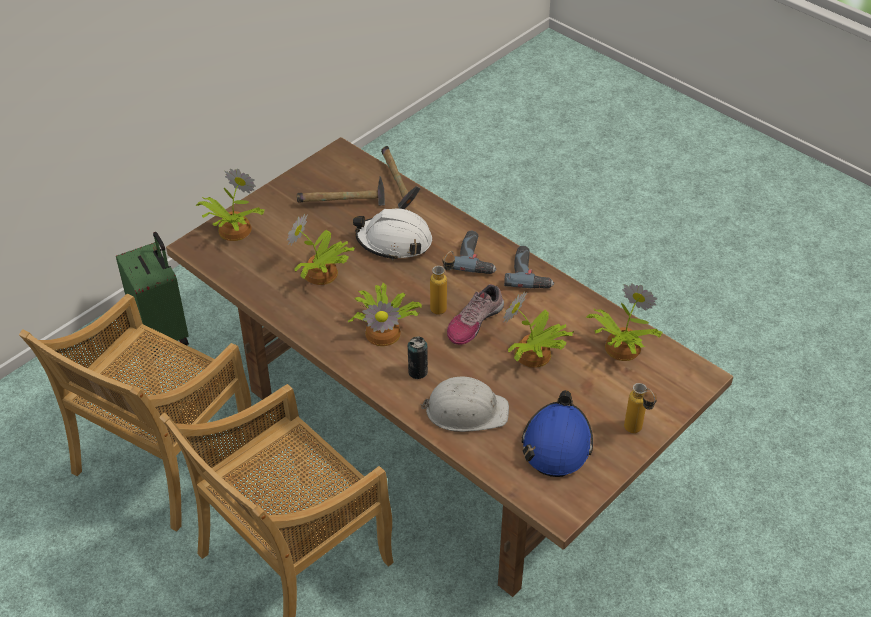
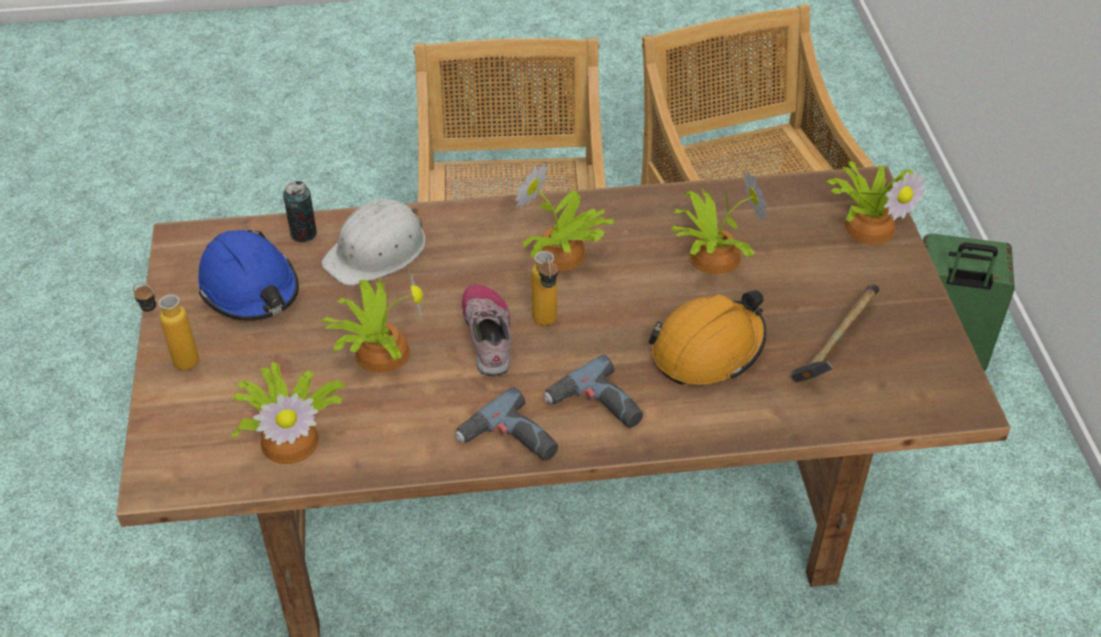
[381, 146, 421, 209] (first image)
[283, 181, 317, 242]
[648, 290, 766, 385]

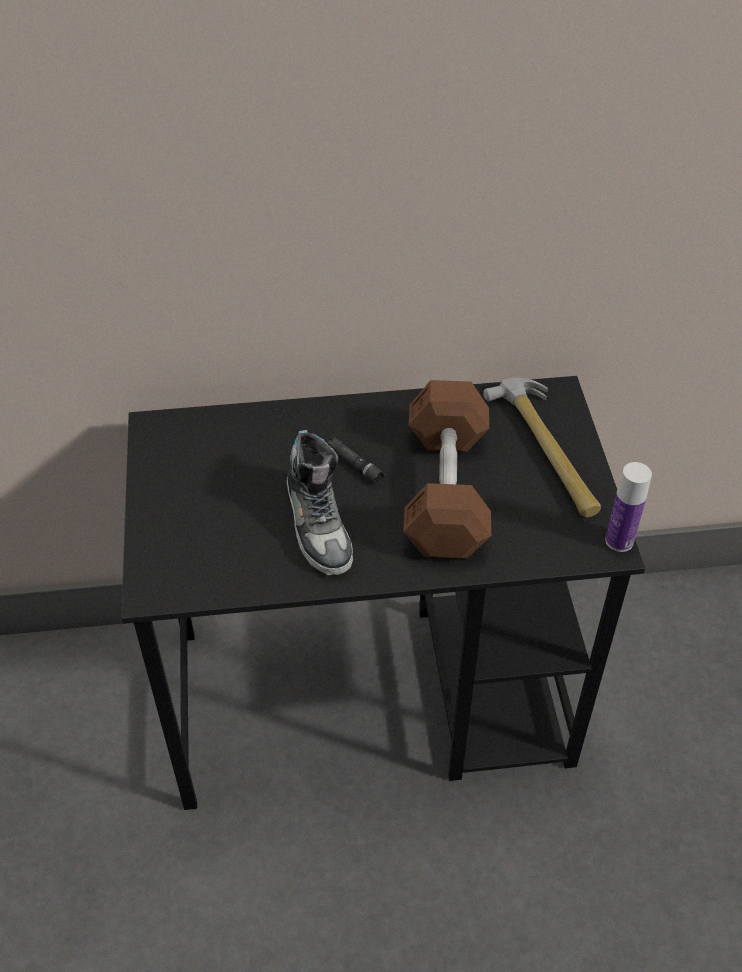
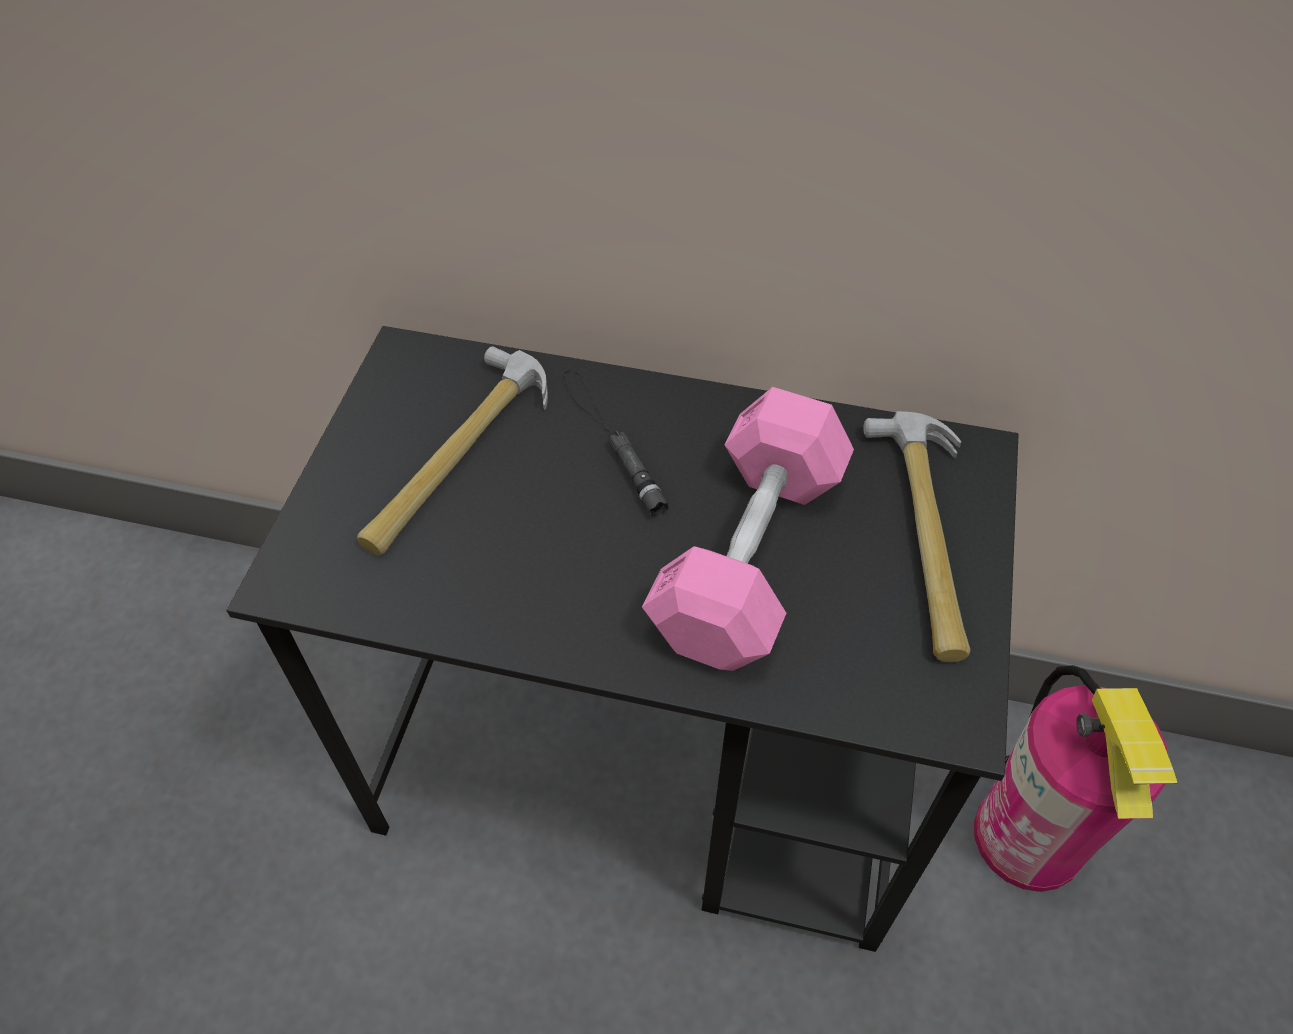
[287, 430, 353, 576] (first image)
[605, 462, 652, 552] (first image)
[357, 347, 548, 555]
[974, 665, 1177, 892]
[642, 387, 854, 671]

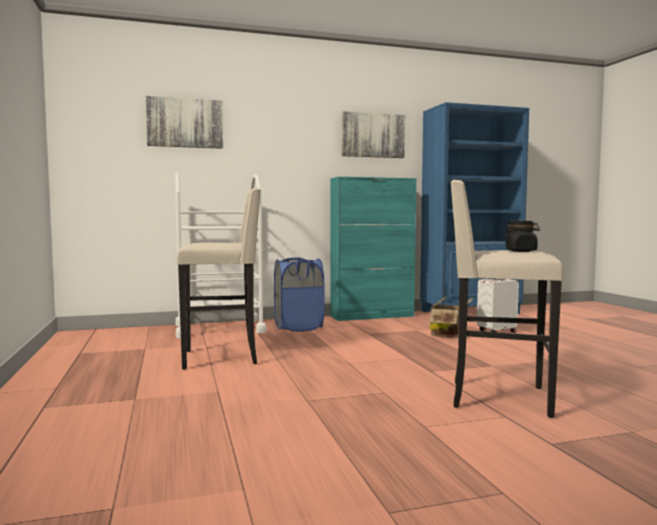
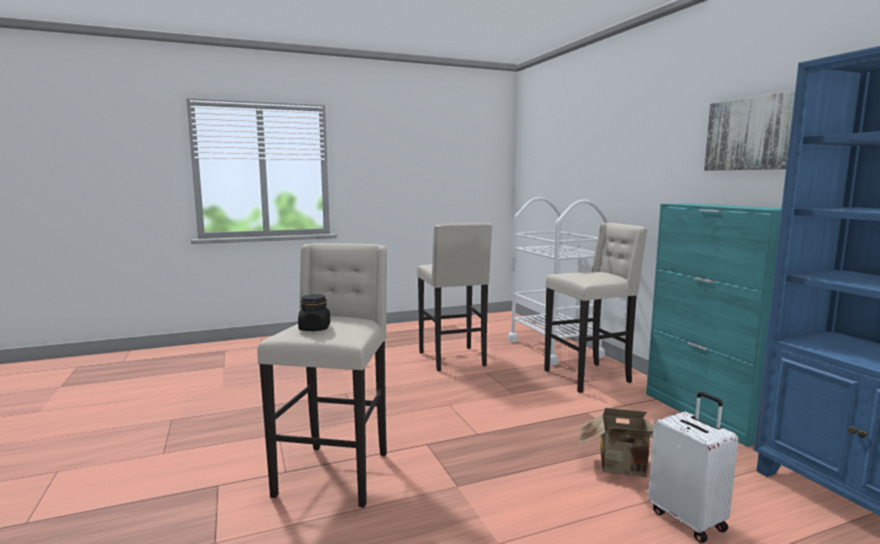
[146, 96, 223, 149] (first image)
[544, 223, 648, 393]

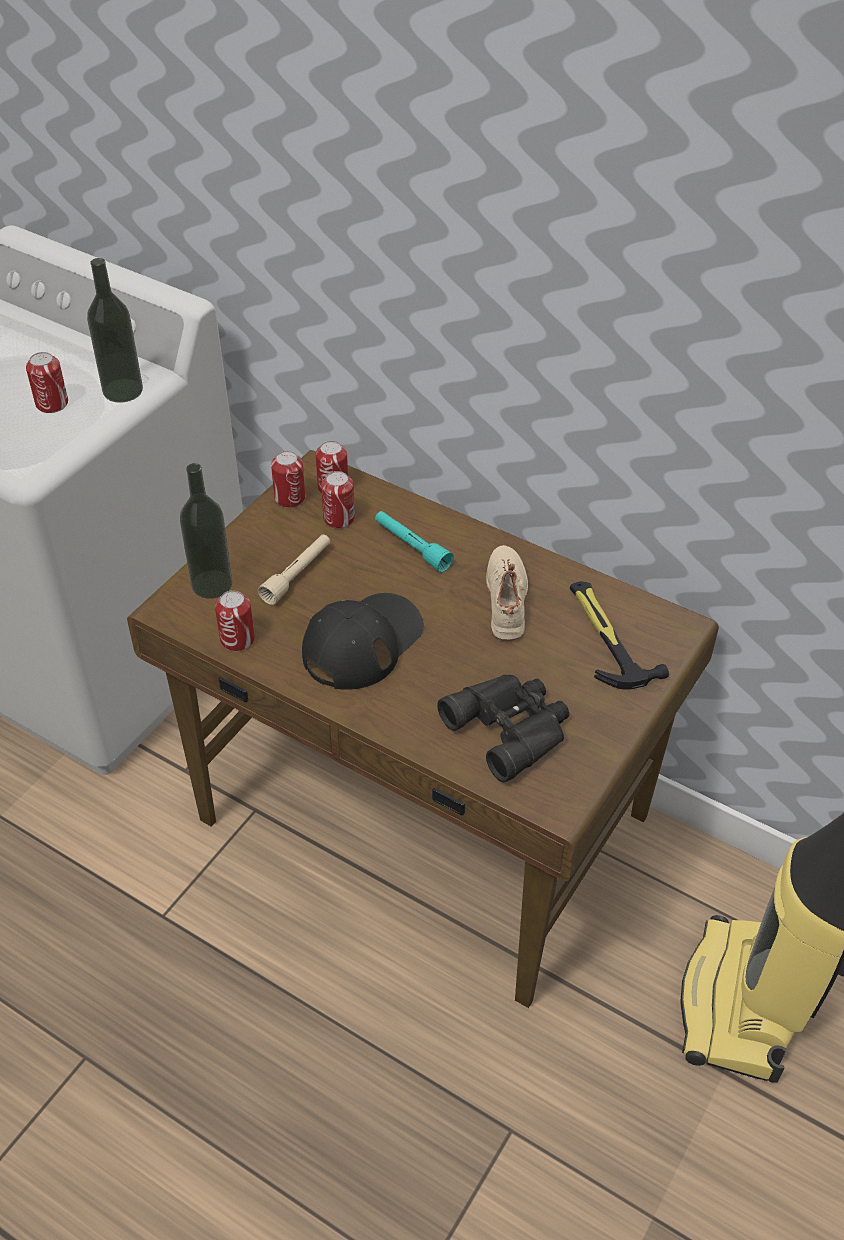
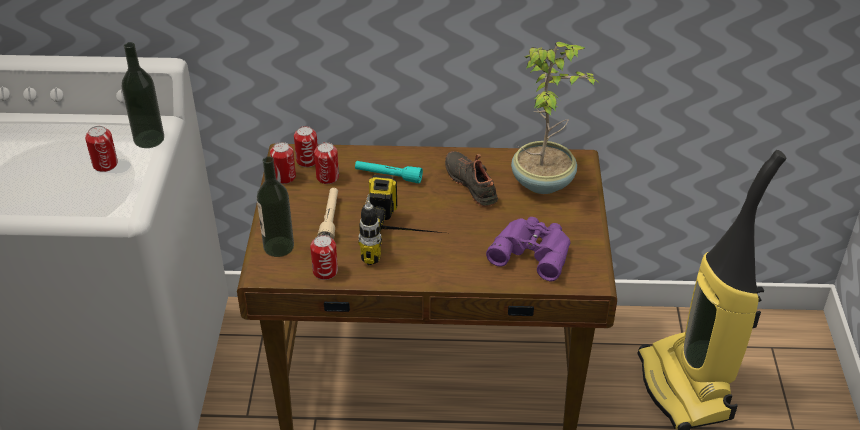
[359, 175, 444, 265]
[511, 42, 600, 194]
[486, 217, 570, 281]
[445, 151, 498, 207]

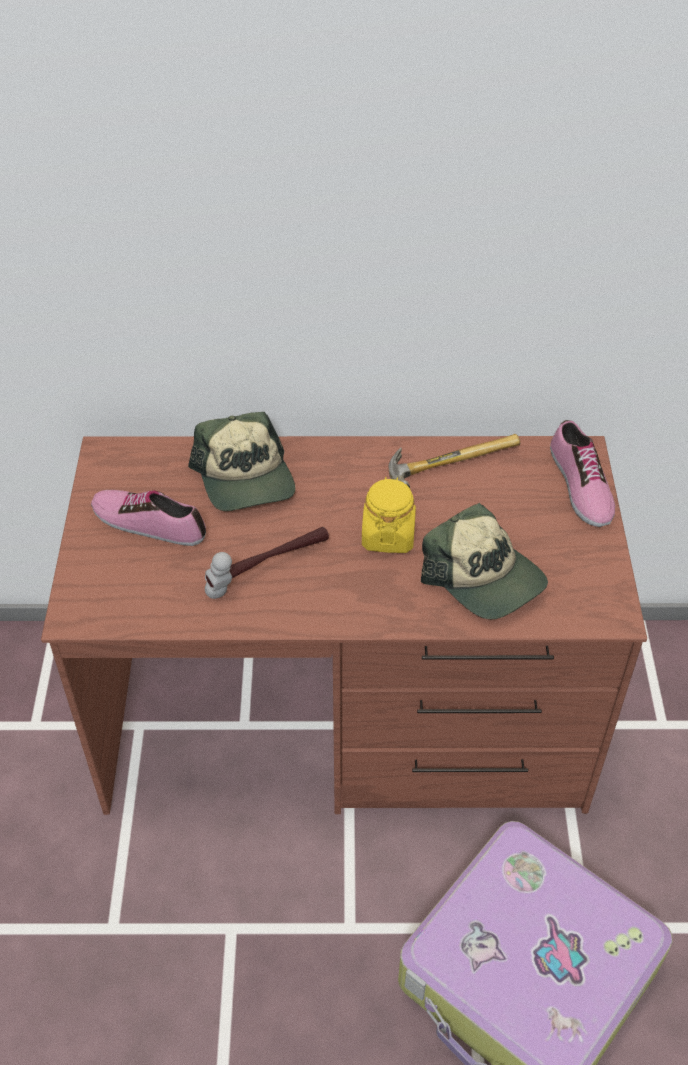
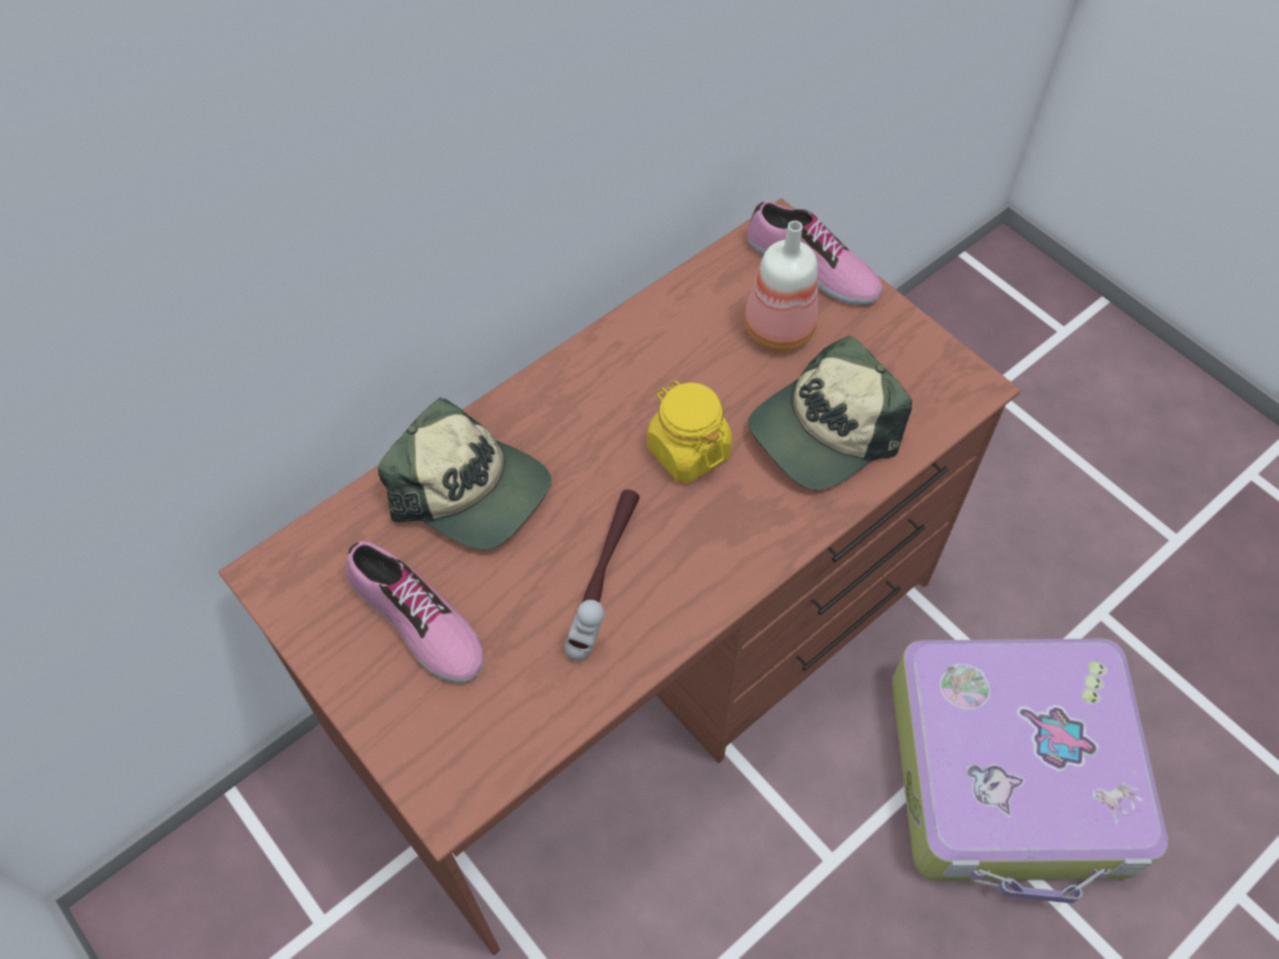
[389, 434, 520, 488] (first image)
[744, 221, 818, 351]
[346, 541, 484, 683]
[748, 336, 912, 490]

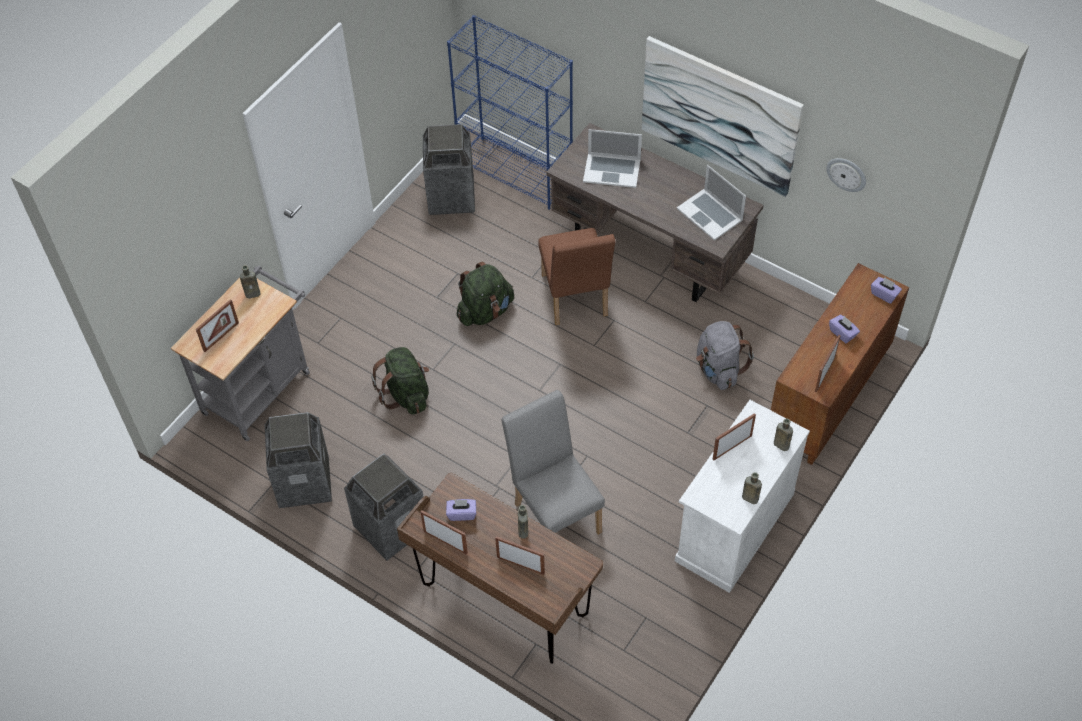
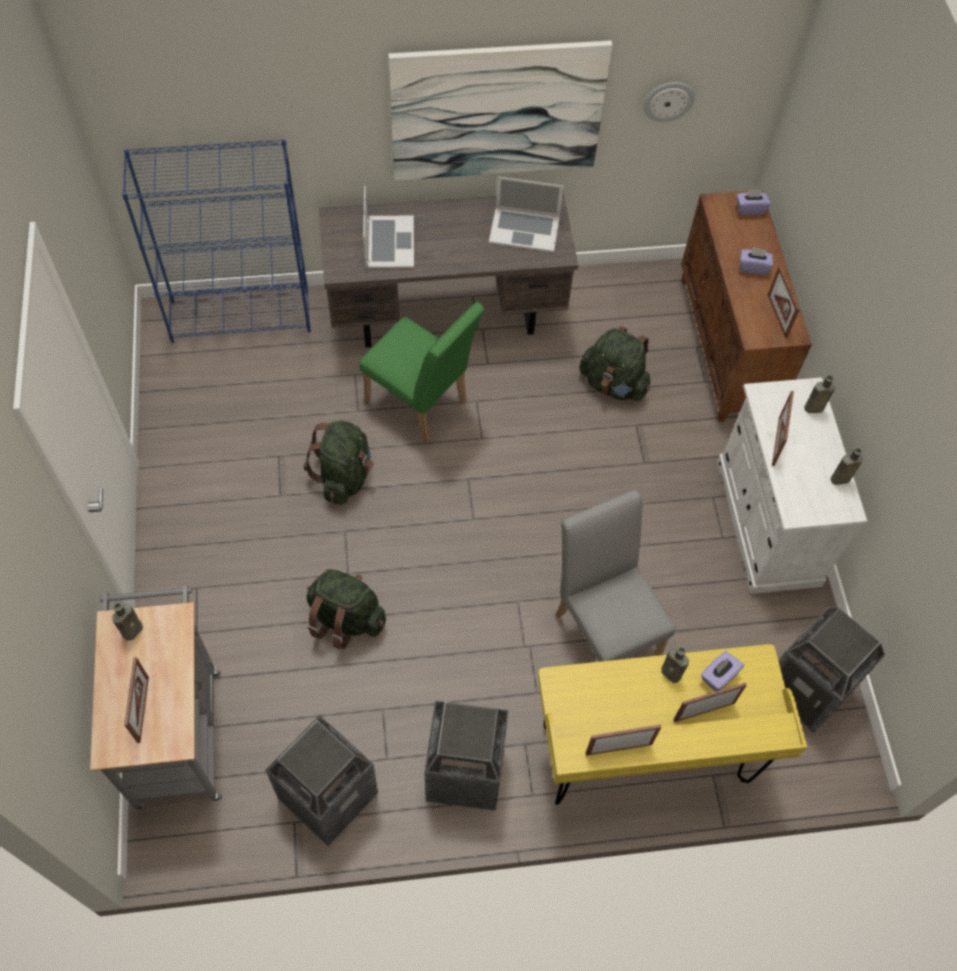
[779, 607, 886, 733]
[701, 651, 744, 692]
[538, 644, 807, 805]
[359, 302, 485, 443]
[579, 326, 650, 401]
[555, 489, 676, 662]
[363, 186, 414, 268]

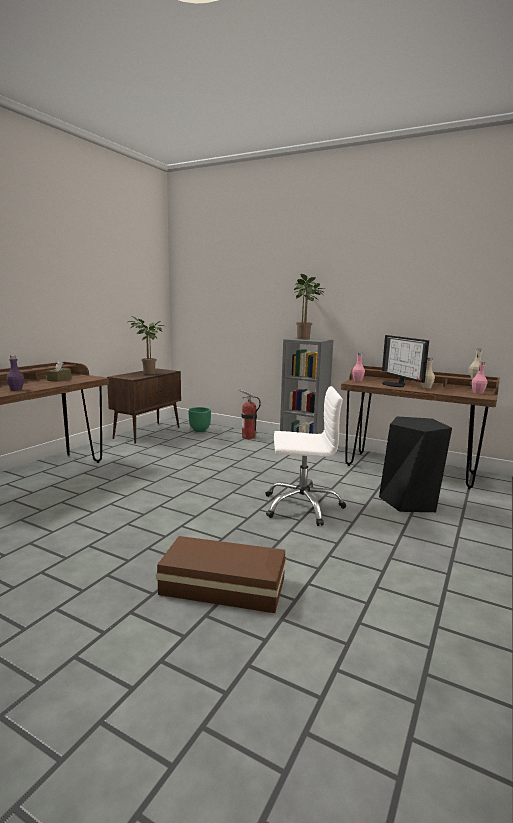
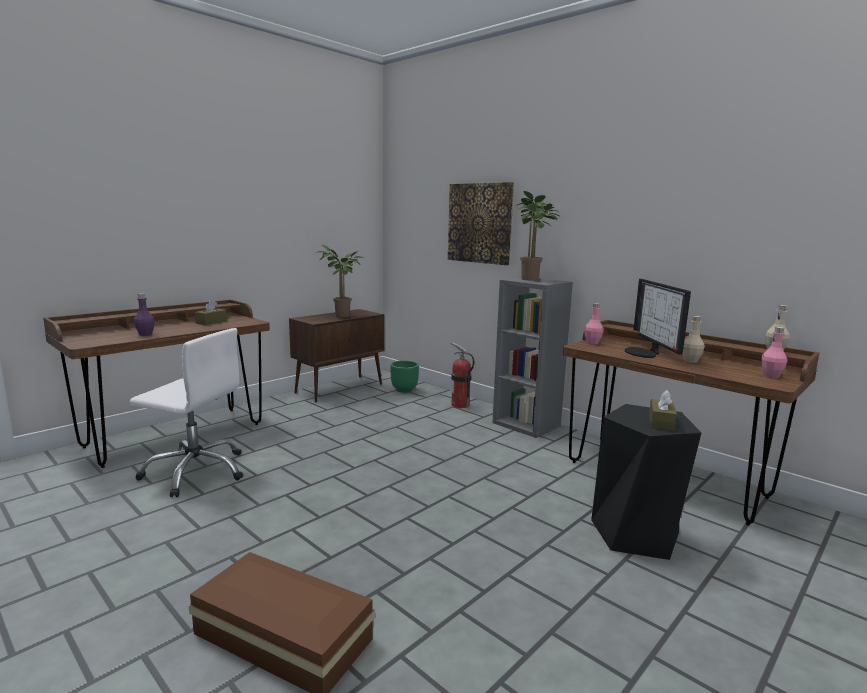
[448, 182, 514, 265]
[649, 390, 677, 431]
[130, 328, 243, 497]

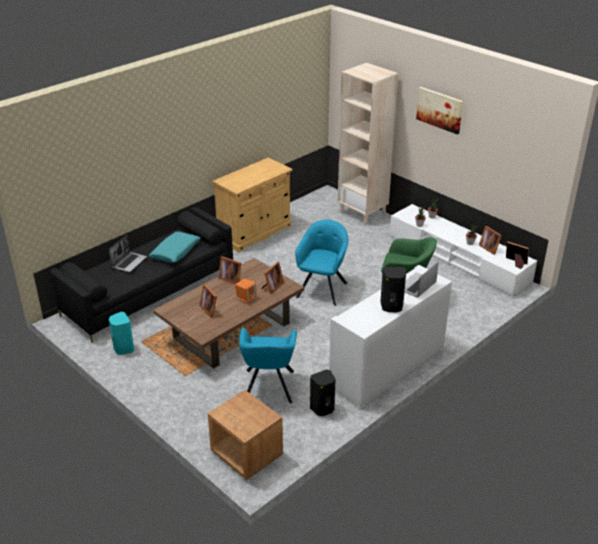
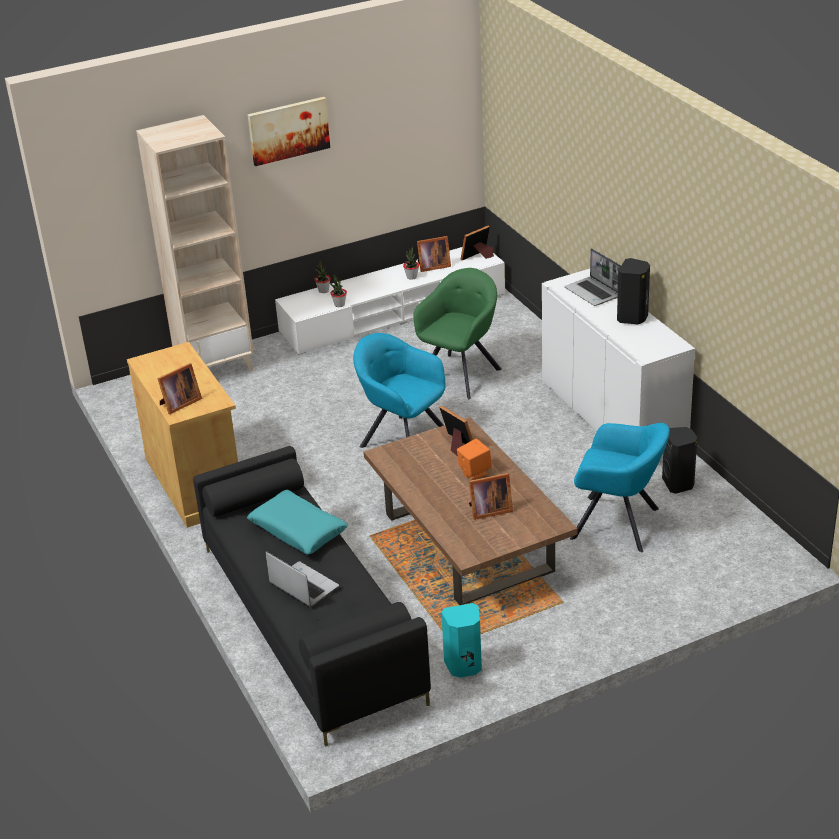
[208, 390, 283, 480] (first image)
[157, 363, 202, 414]

